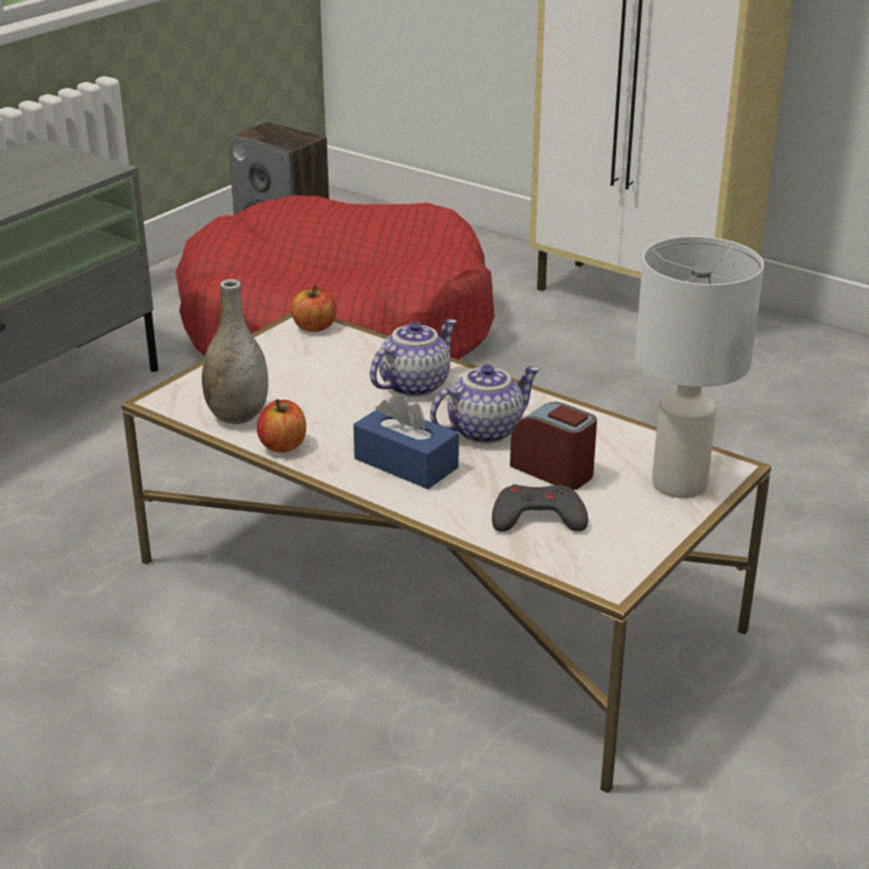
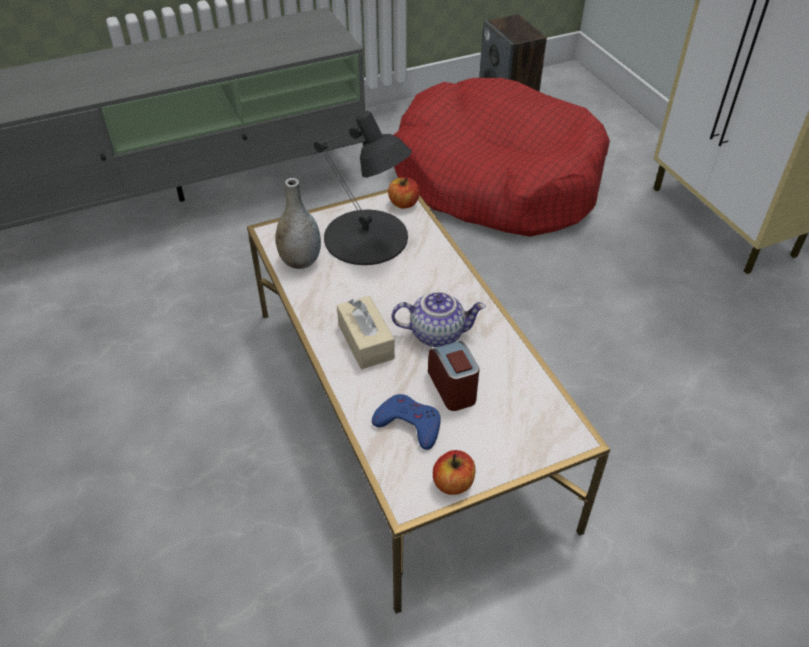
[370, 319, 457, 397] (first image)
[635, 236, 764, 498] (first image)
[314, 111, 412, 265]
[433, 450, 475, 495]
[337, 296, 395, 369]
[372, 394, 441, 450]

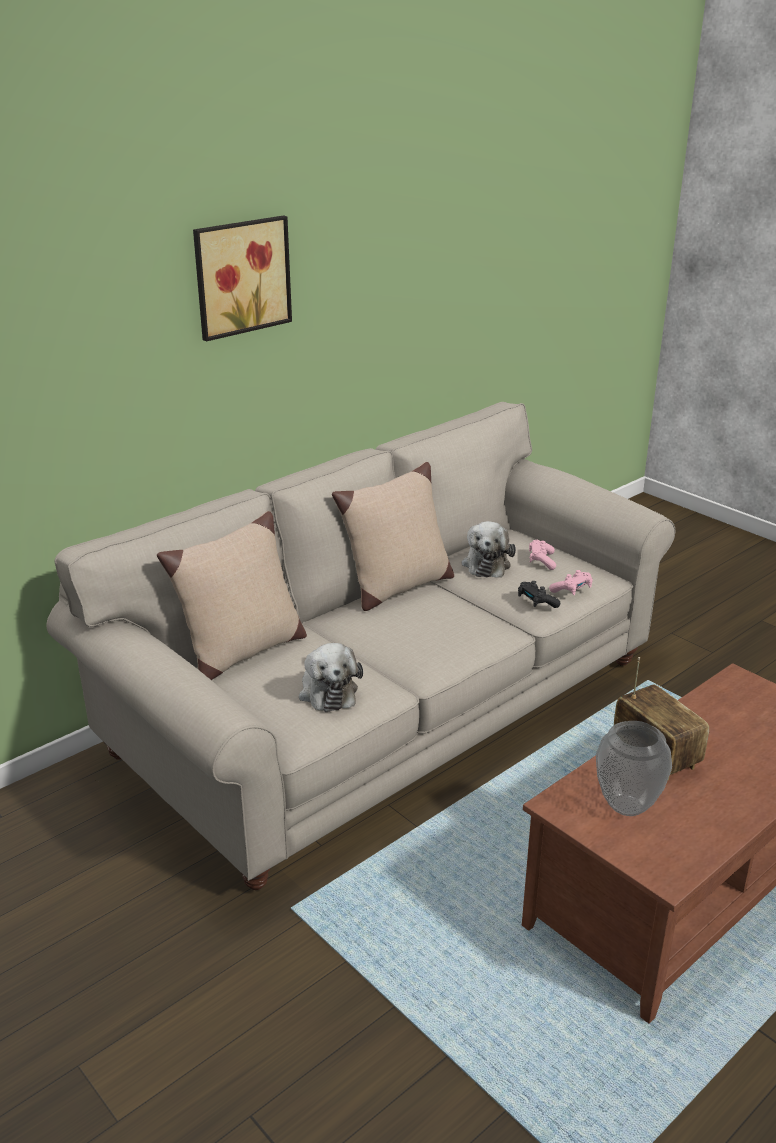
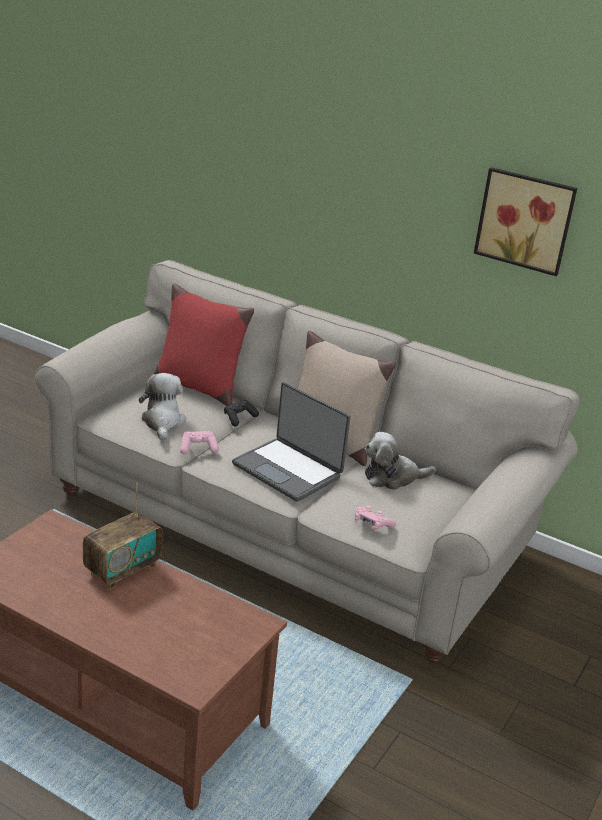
[596, 721, 672, 816] (first image)
[232, 382, 350, 502]
[474, 167, 577, 276]
[224, 399, 259, 426]
[180, 431, 219, 454]
[154, 283, 254, 406]
[139, 373, 186, 441]

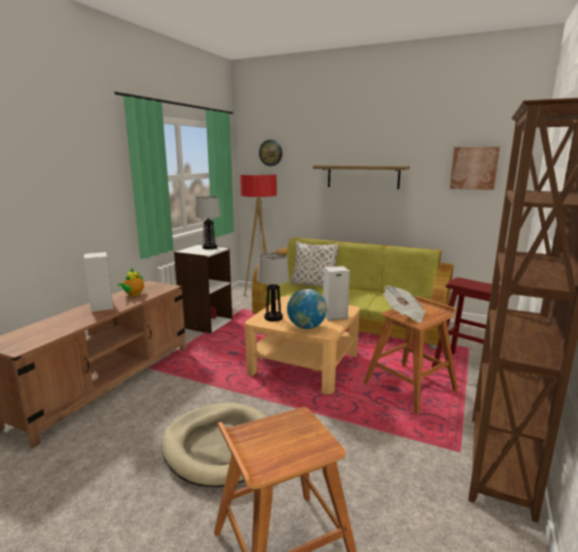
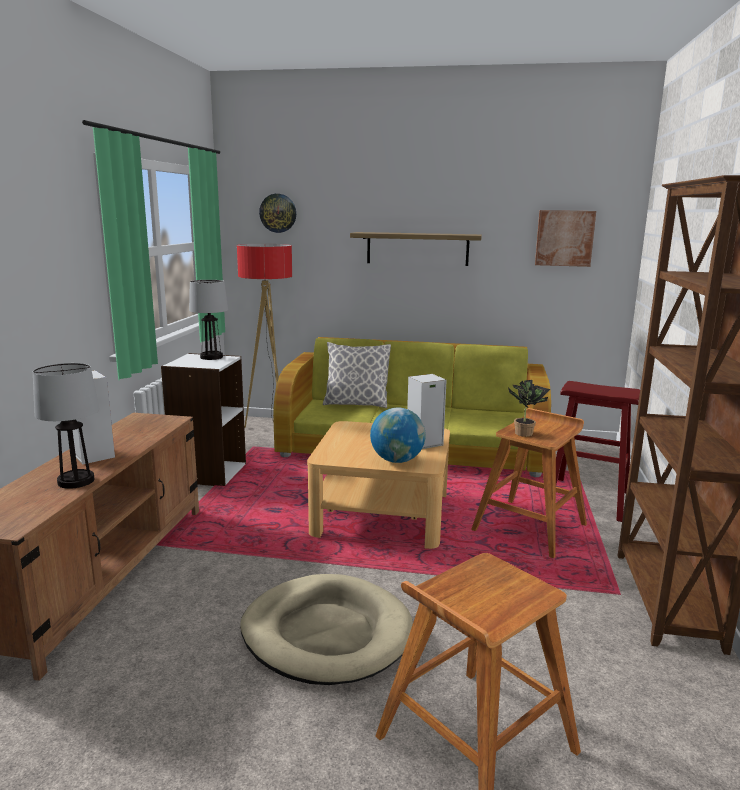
[118, 268, 144, 296] (first image)
[33, 363, 99, 489]
[508, 380, 551, 437]

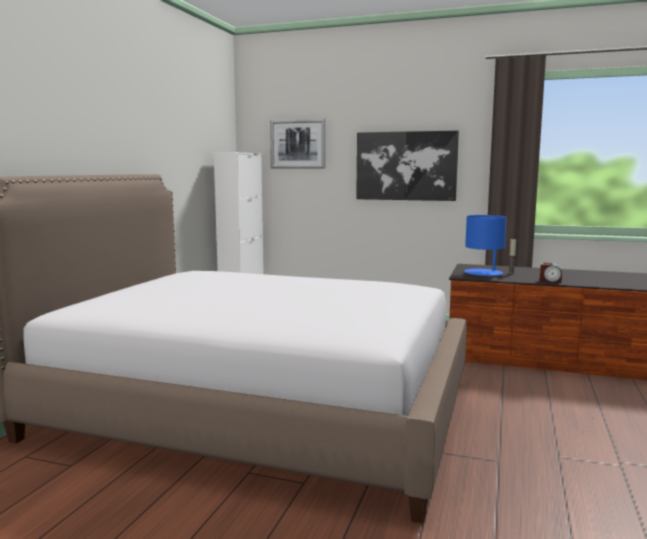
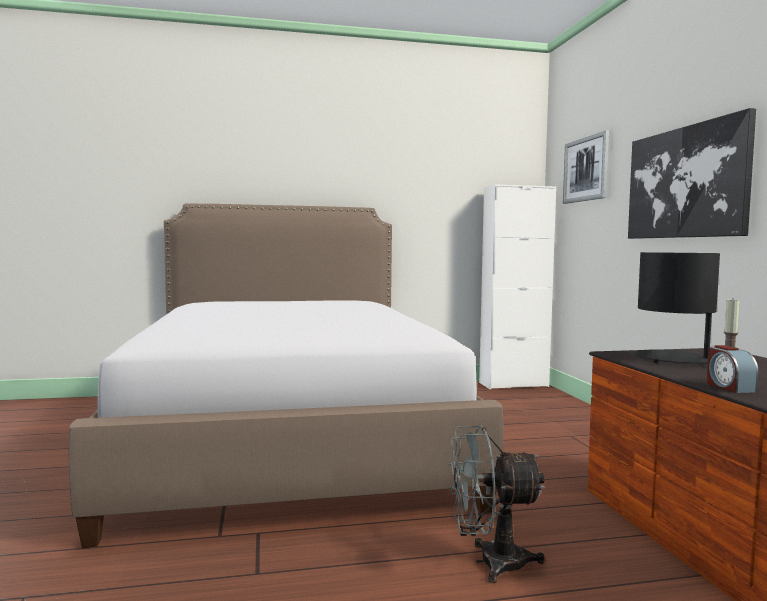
[449, 425, 545, 583]
[635, 252, 720, 363]

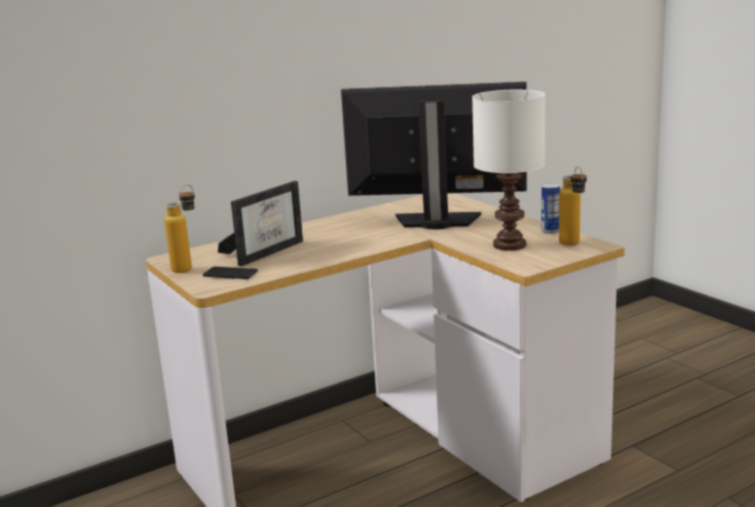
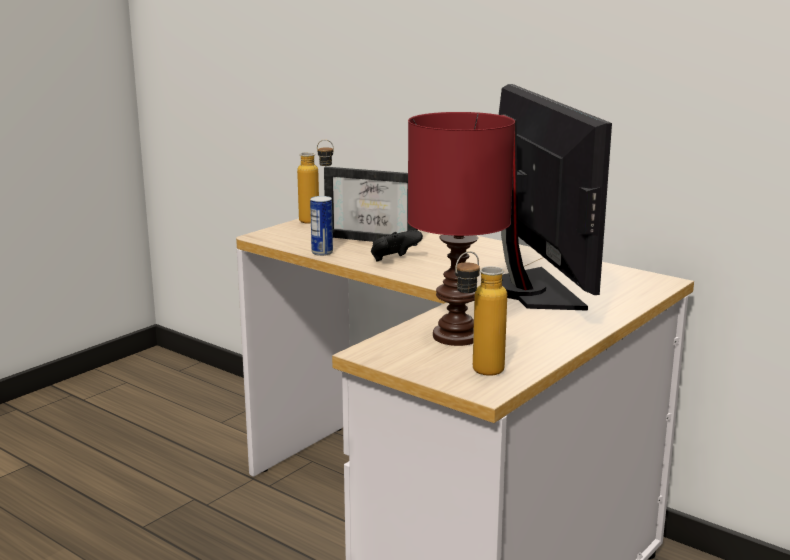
[202, 267, 258, 279] (first image)
[371, 231, 423, 262]
[310, 196, 333, 256]
[408, 112, 515, 346]

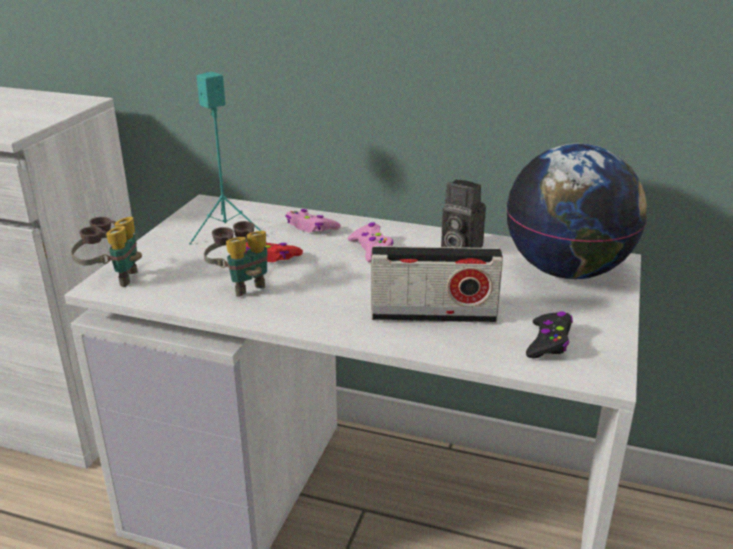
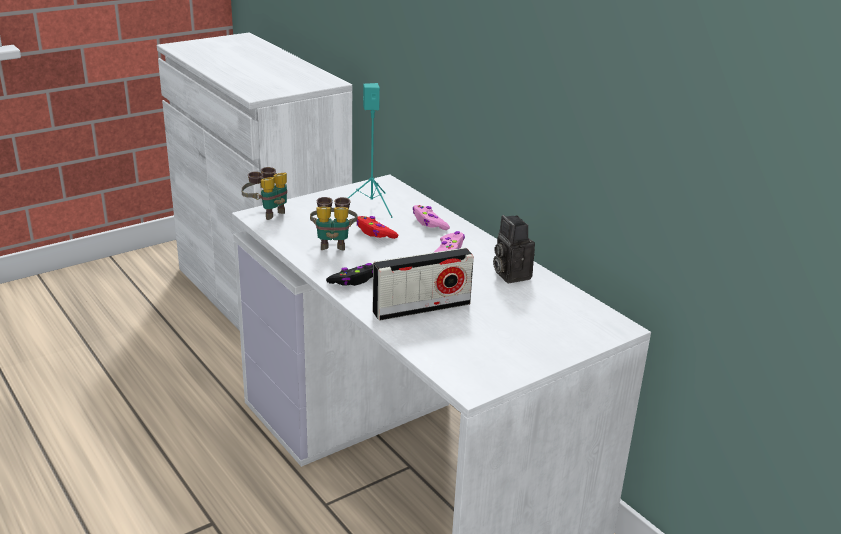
[506, 143, 647, 279] (first image)
[326, 263, 373, 286]
[373, 248, 474, 321]

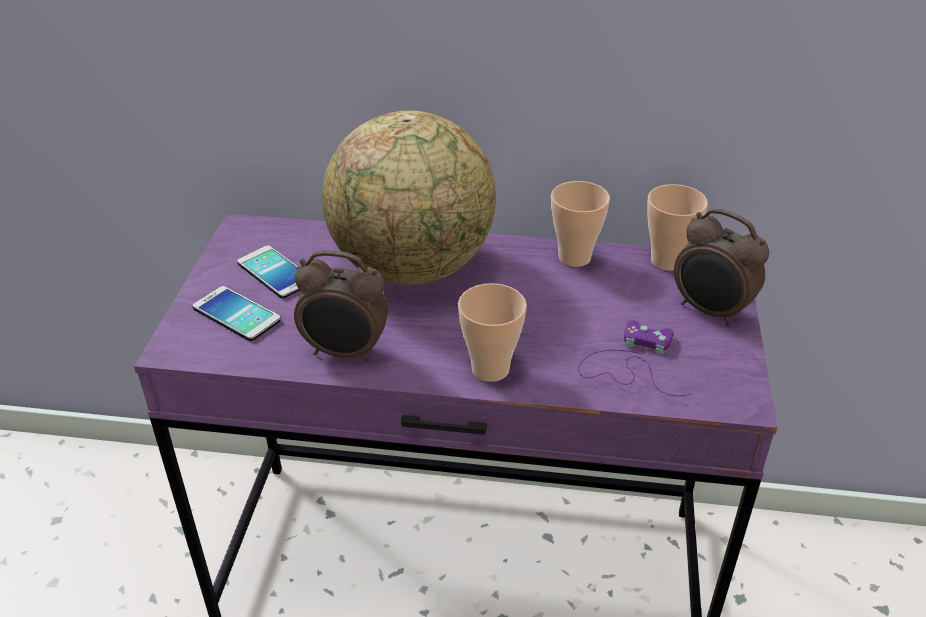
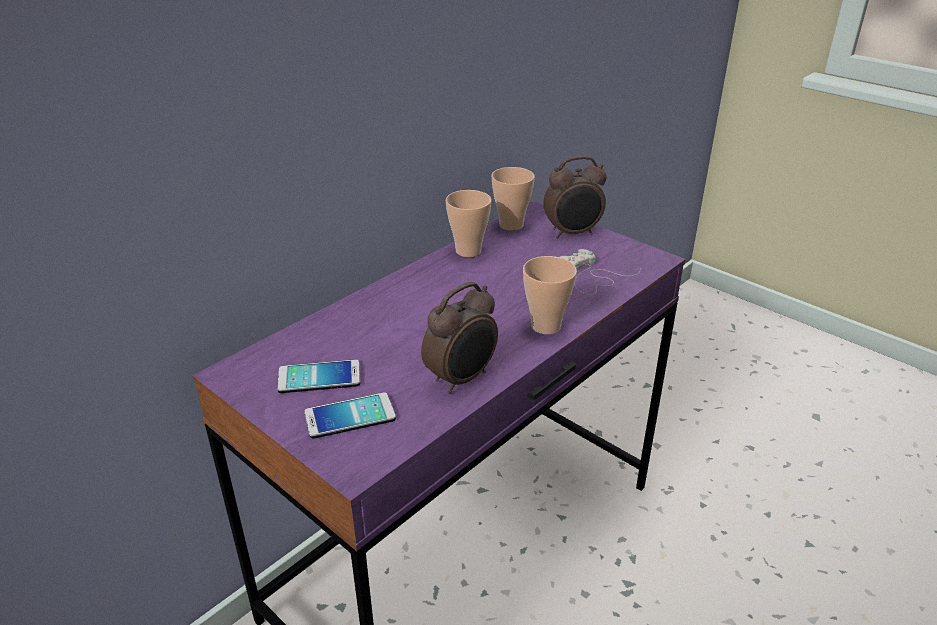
[322, 110, 496, 284] (first image)
[560, 249, 641, 295]

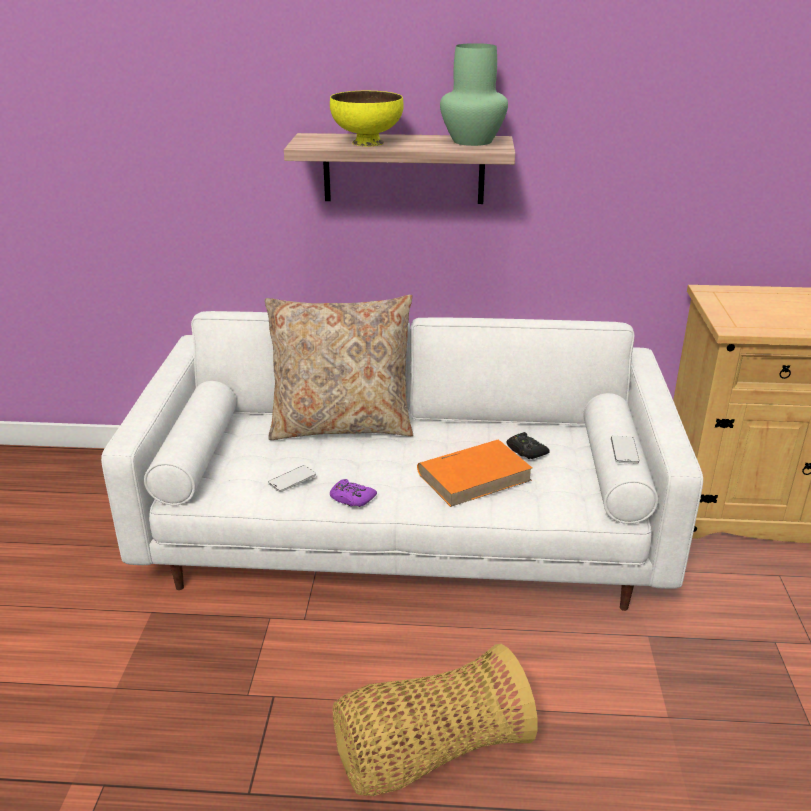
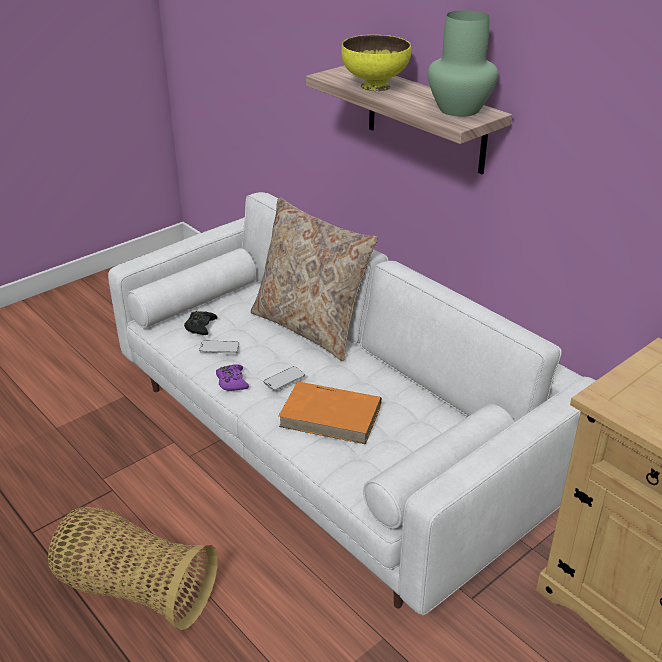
[184, 311, 218, 335]
[264, 366, 305, 391]

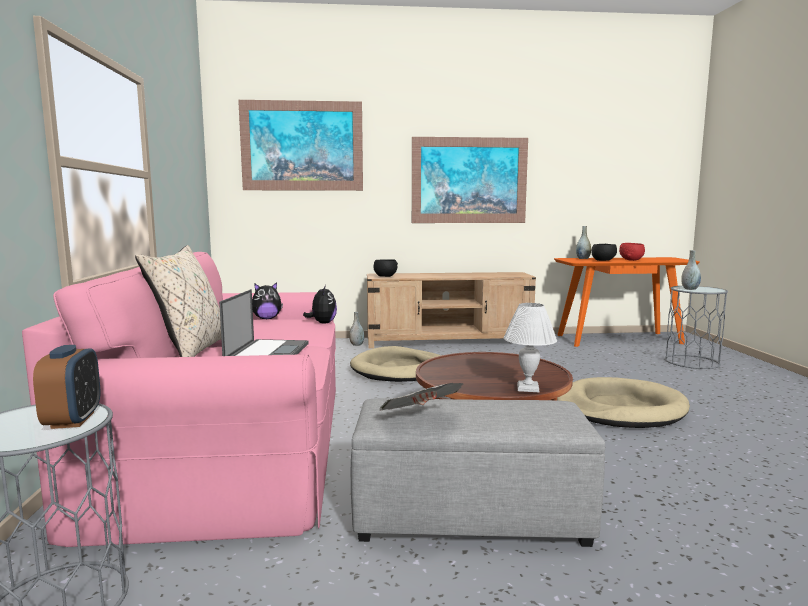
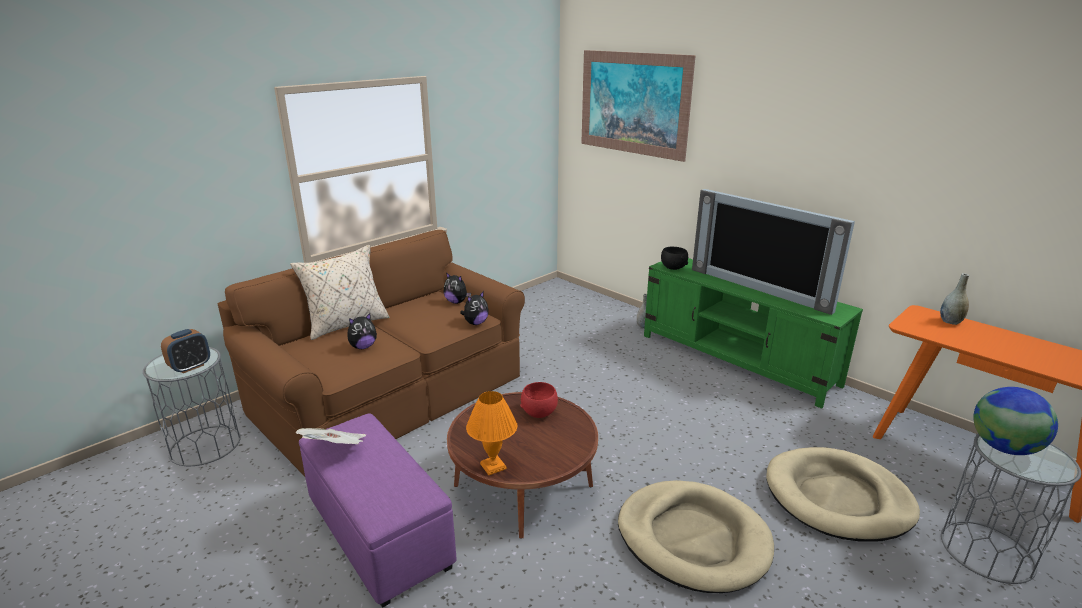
[412, 137, 528, 223] (first image)
[591, 244, 617, 261] (first image)
[692, 189, 855, 315]
[766, 447, 920, 542]
[520, 382, 558, 418]
[348, 313, 377, 349]
[973, 387, 1058, 455]
[217, 230, 525, 476]
[299, 413, 457, 608]
[644, 258, 863, 409]
[466, 391, 517, 475]

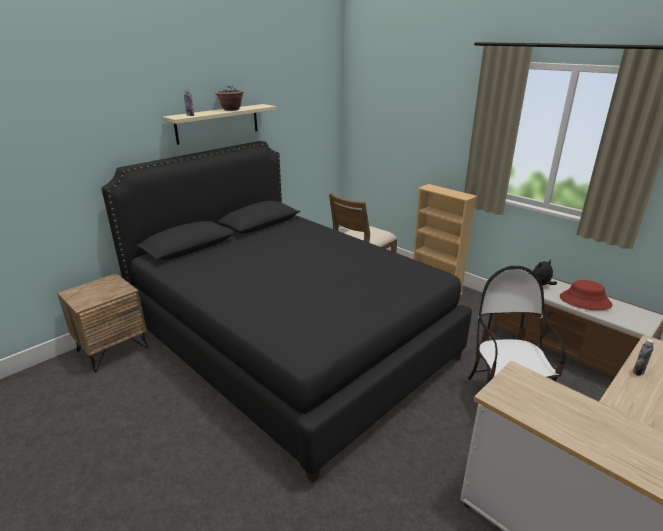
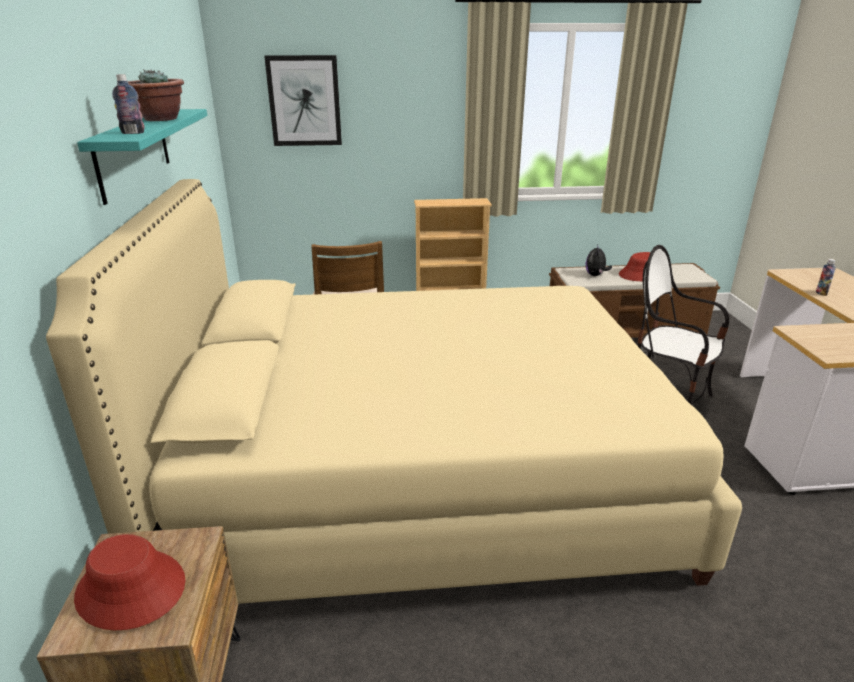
[74, 534, 185, 630]
[264, 55, 342, 146]
[46, 179, 742, 604]
[77, 109, 207, 205]

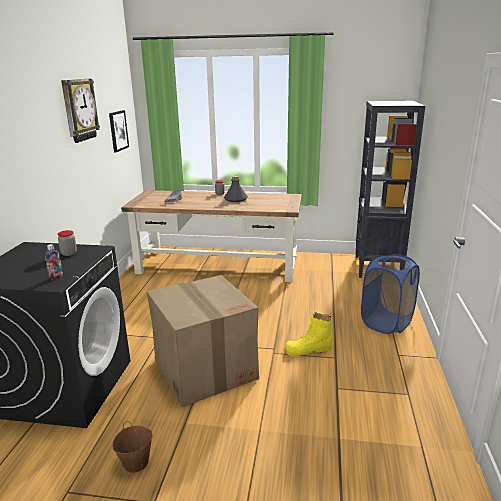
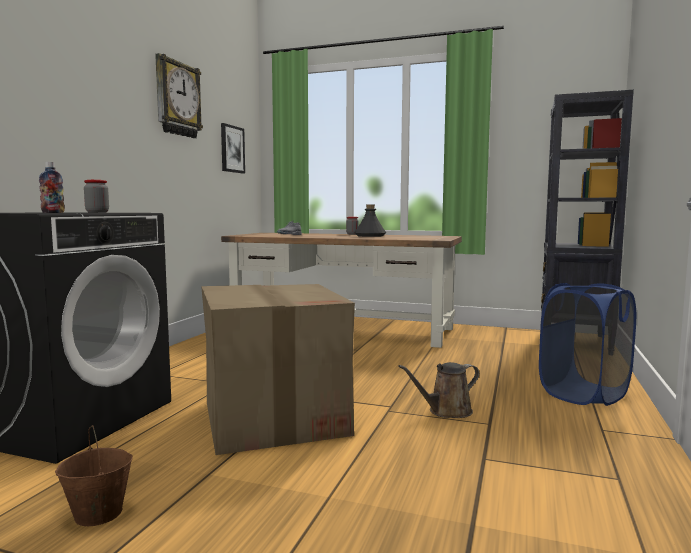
[398, 362, 479, 418]

